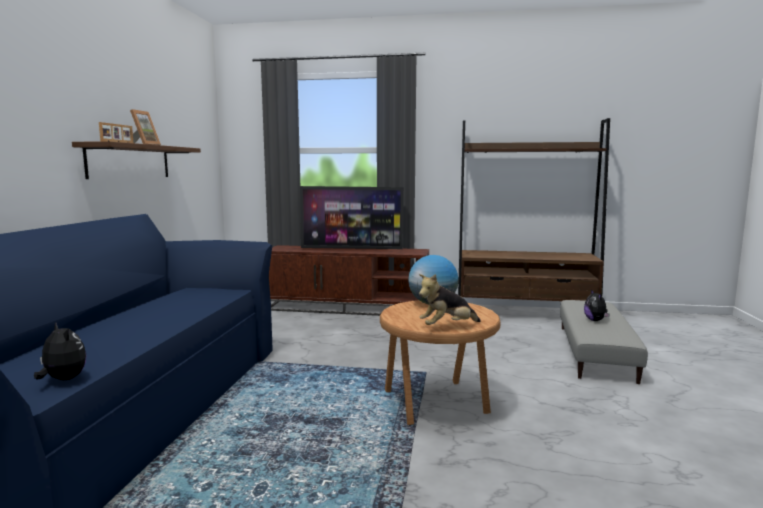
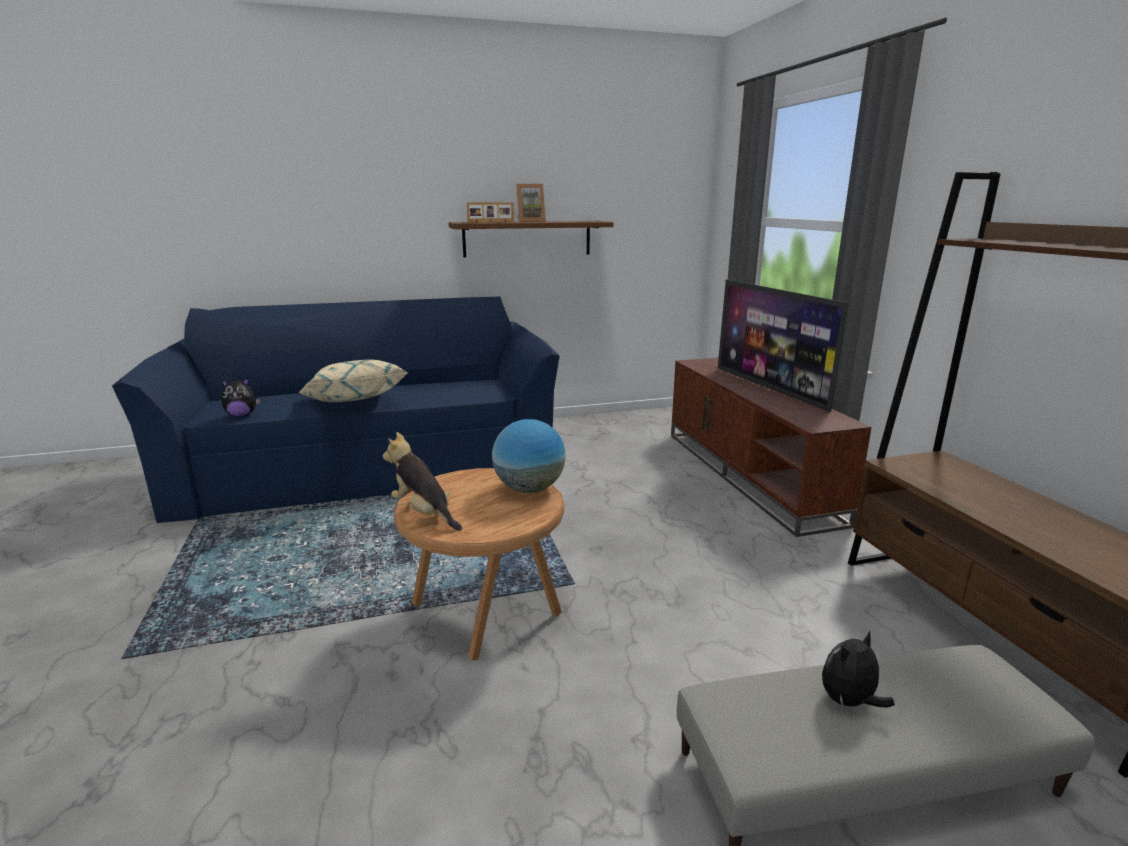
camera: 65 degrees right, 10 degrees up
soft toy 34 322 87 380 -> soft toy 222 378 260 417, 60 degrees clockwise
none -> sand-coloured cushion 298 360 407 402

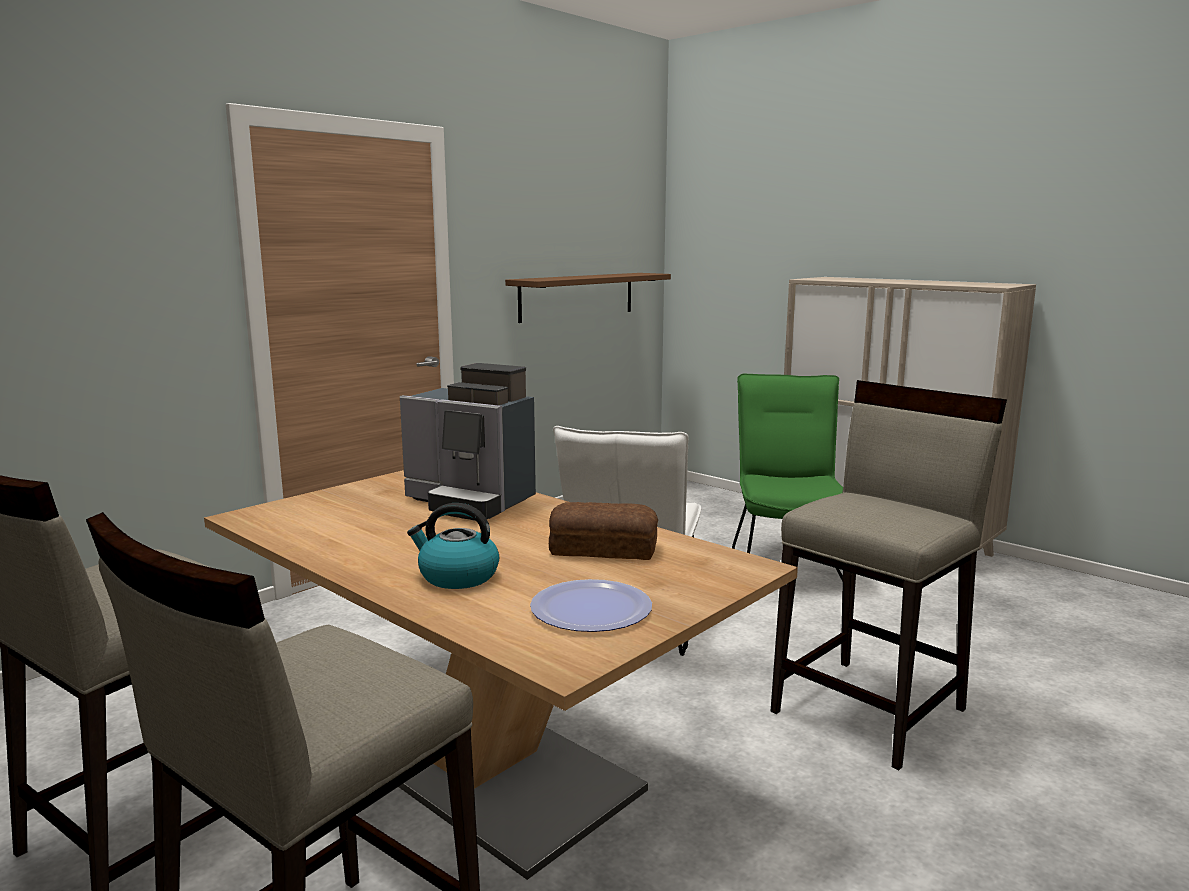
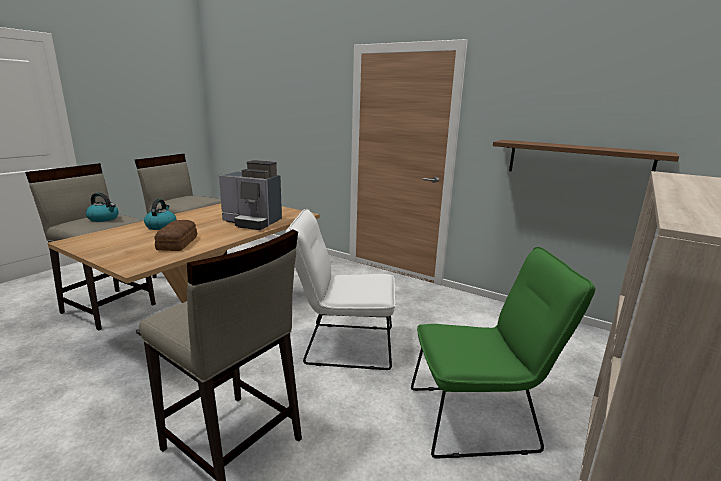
camera: 80 degrees right, 5 degrees up
coffee maker 400 363 536 521 -> coffee maker 219 160 282 230, 90 degrees counterclockwise
dinner plate 530 579 652 632 -> none
none -> water kettle 86 193 119 222

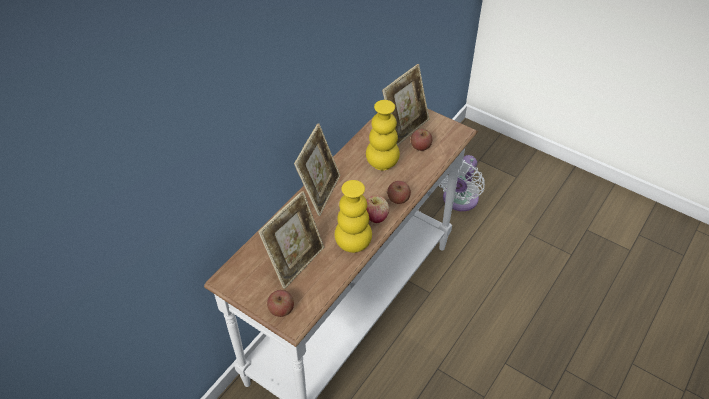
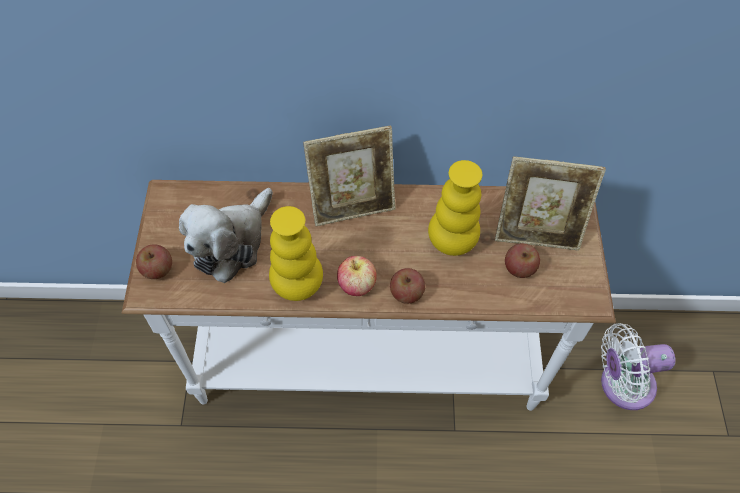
camera: 55 degrees right, 10 degrees up
standing frame 258 191 324 289 -> soft toy 179 188 273 283

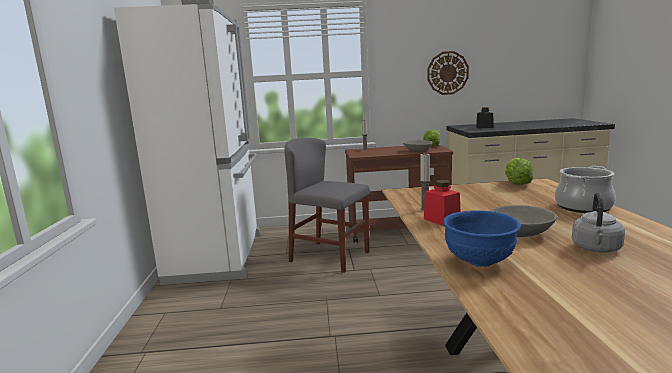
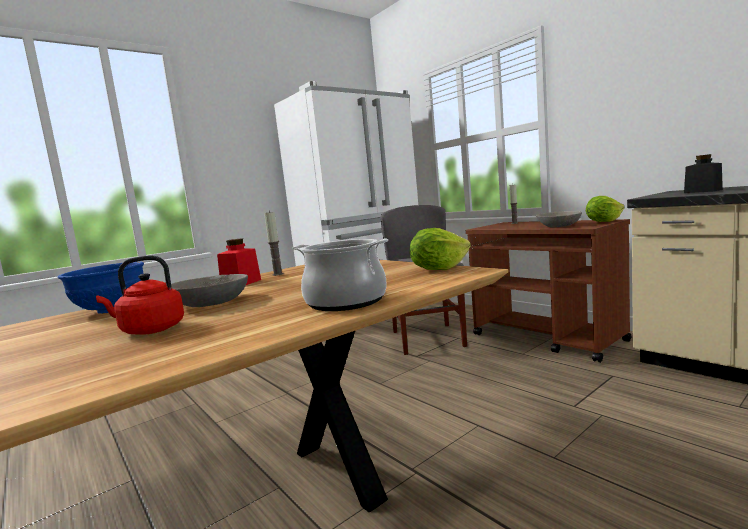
camera: 55 degrees right, 5 degrees down
hanging clock 427 51 469 95 -> none
gray water kettle 572 193 625 253 -> red water kettle 96 255 184 335

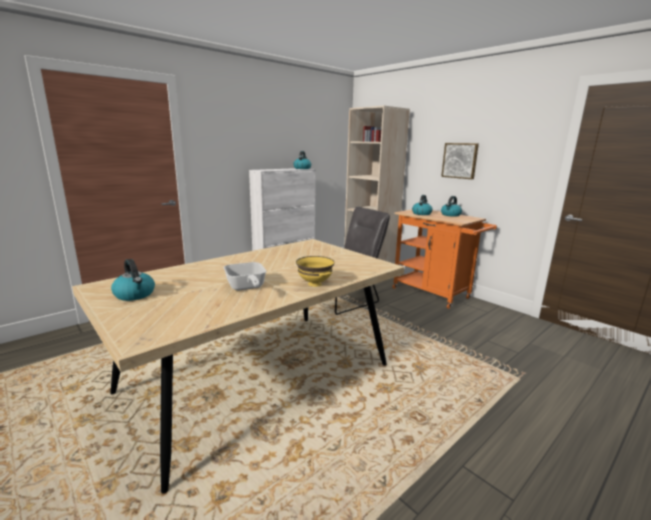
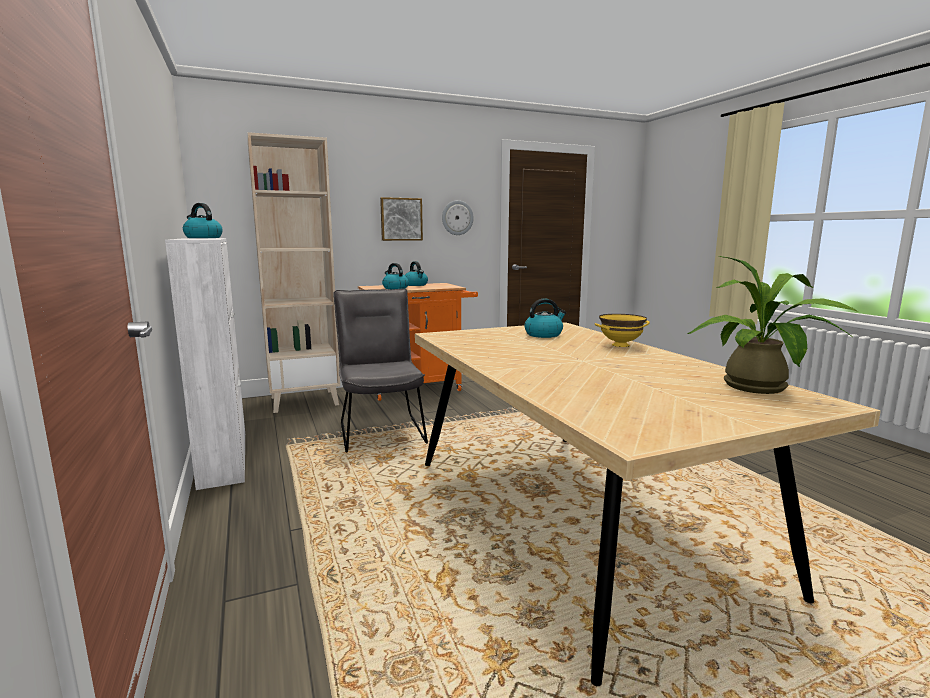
camera: 70 degrees left, 5 degrees down
water kettle 111 259 155 301 -> water kettle 524 299 566 338, shifted
skillet 223 262 266 291 -> none
none -> hanging clock 442 200 474 235
none -> houseplant 688 256 858 394

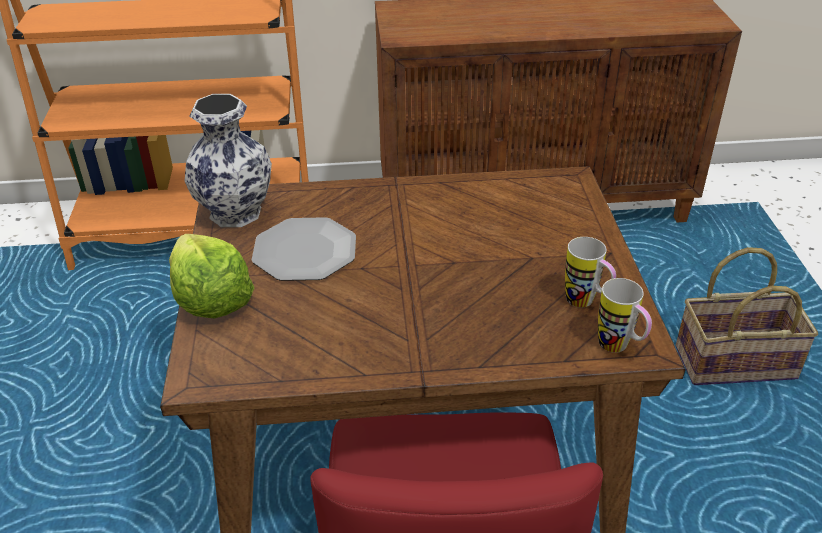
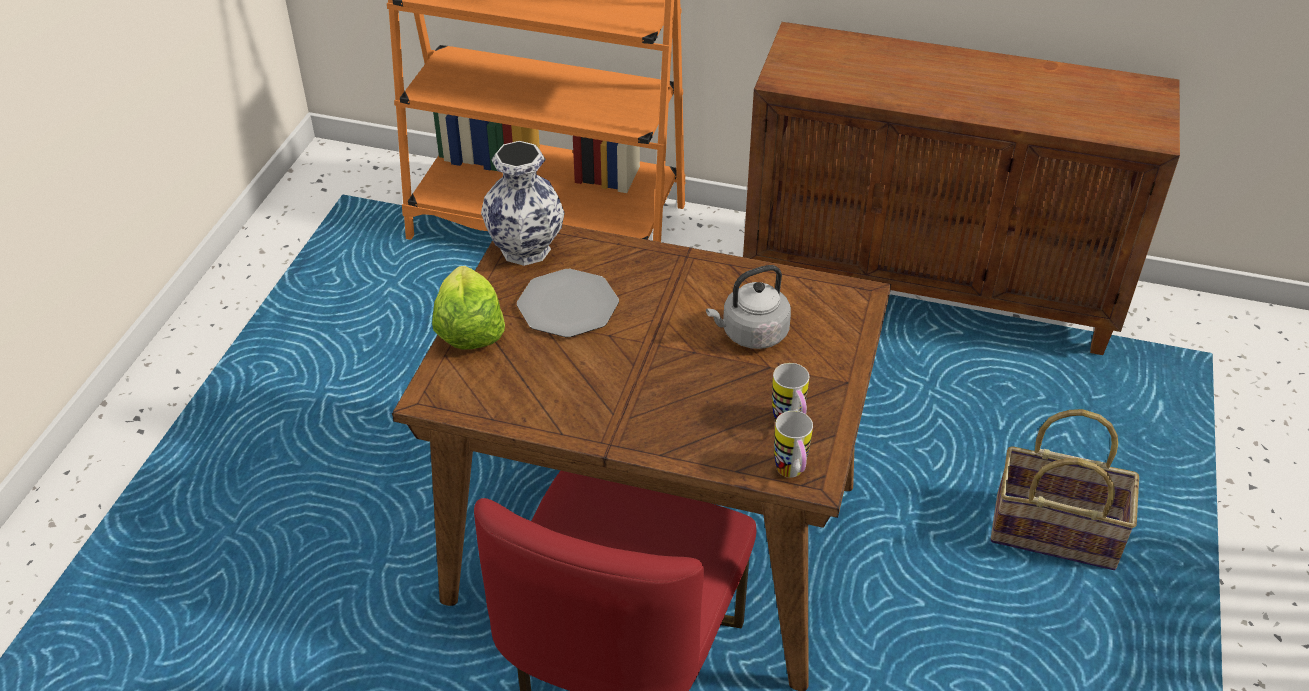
camera: 20 degrees right, 5 degrees up
none -> gray water kettle 706 265 791 349

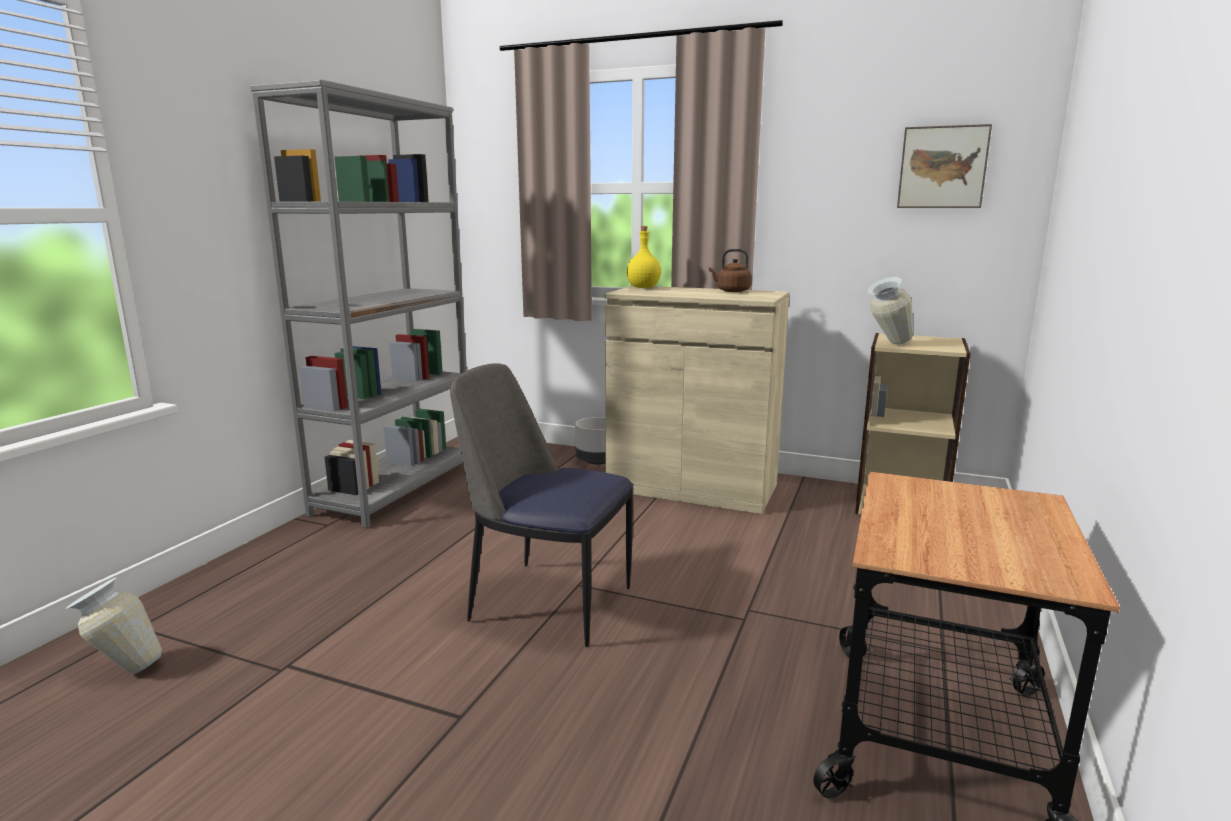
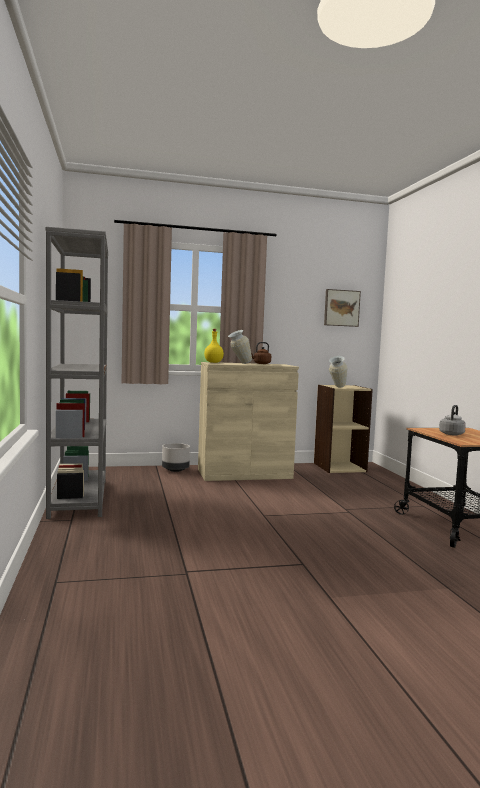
camera: 35 degrees left, 10 degrees down
vase 66 578 162 674 -> vase 228 330 252 364, shifted
plain chair 450 363 633 647 -> none
none -> gray water kettle 439 405 466 436

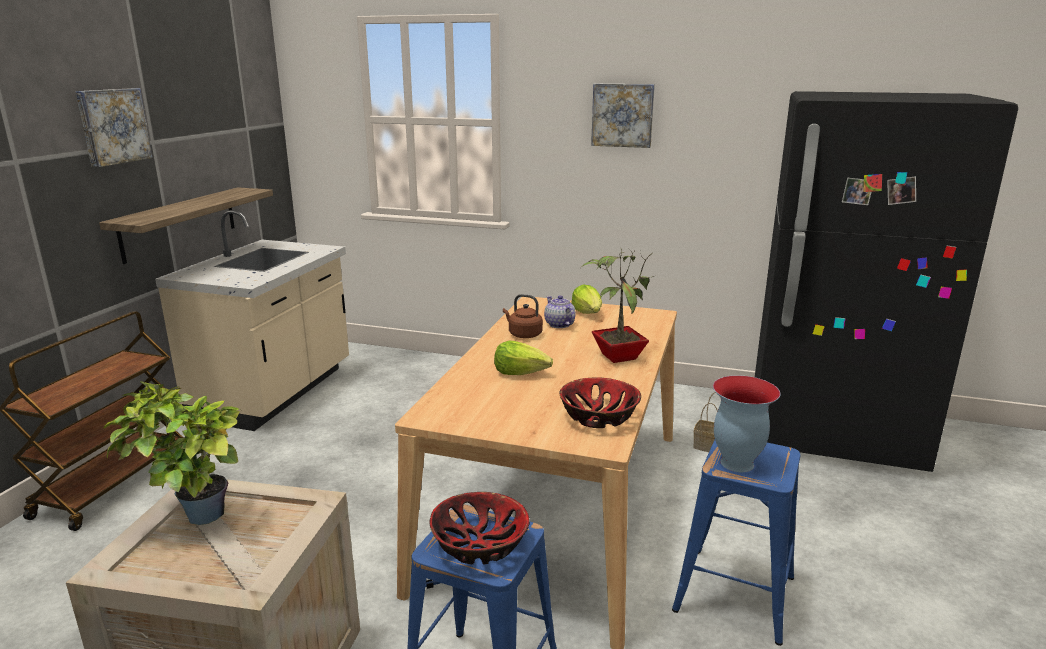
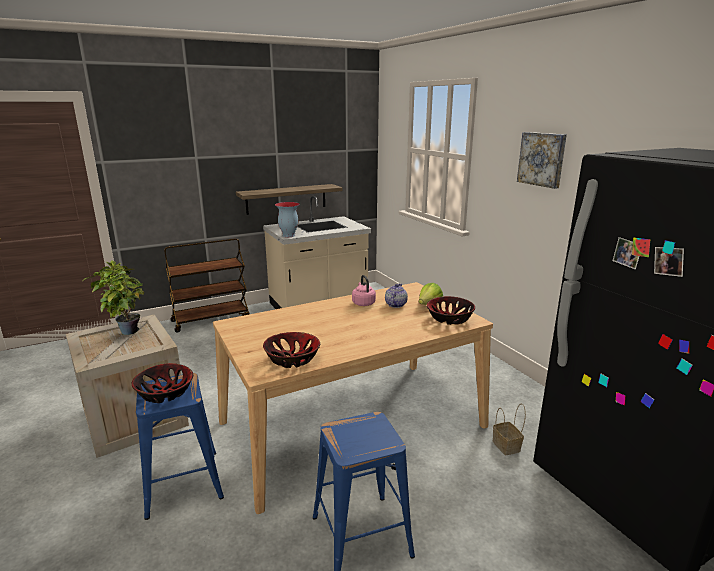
camera: 45 degrees right, 0 degrees up
wall art 76 88 153 167 -> none
lettuce head 494 340 553 375 -> none
brownish water kettle 503 294 543 338 -> pinkish water kettle 352 275 376 306
houseplant 581 247 656 363 -> none
vase 713 375 780 472 -> vase 275 202 300 237, shifted
none -> serving bowl 427 296 475 325

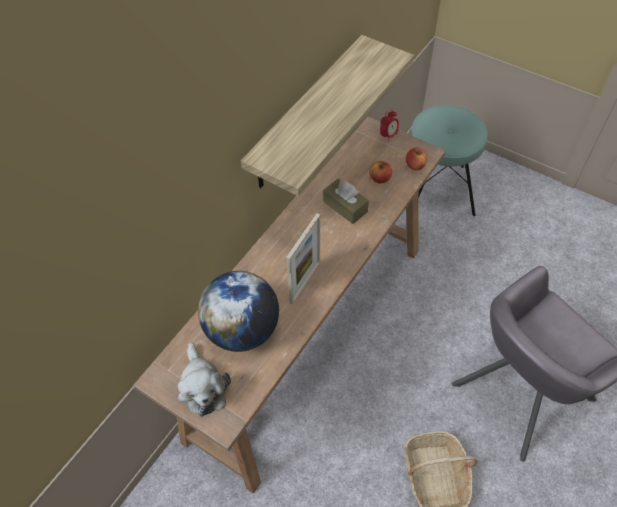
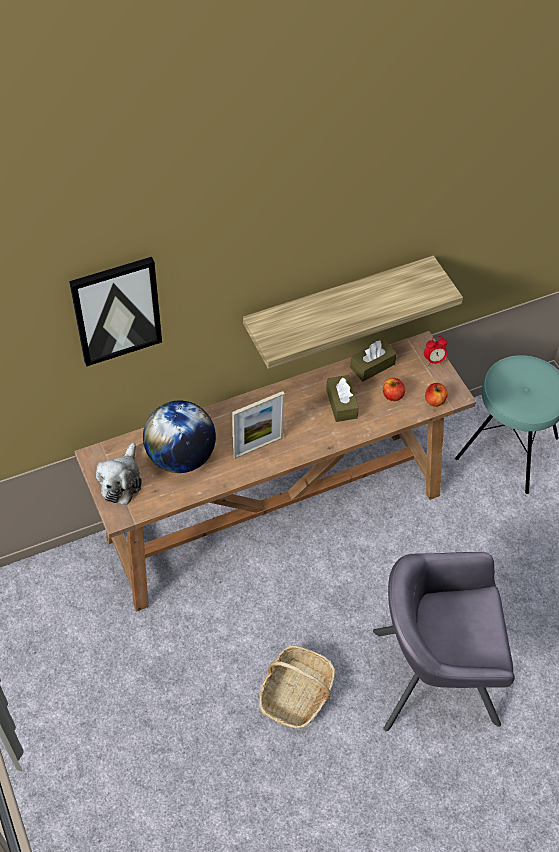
camera: 30 degrees right, 0 degrees up
none -> wall art 69 257 162 367
none -> brownish box of tissues 350 340 397 382

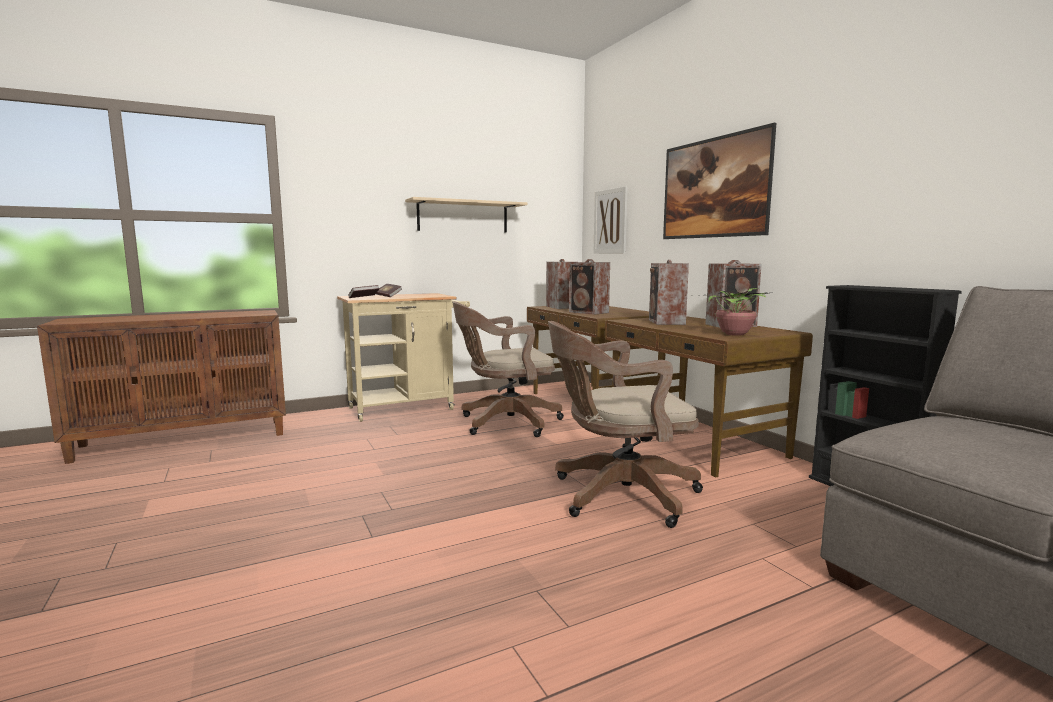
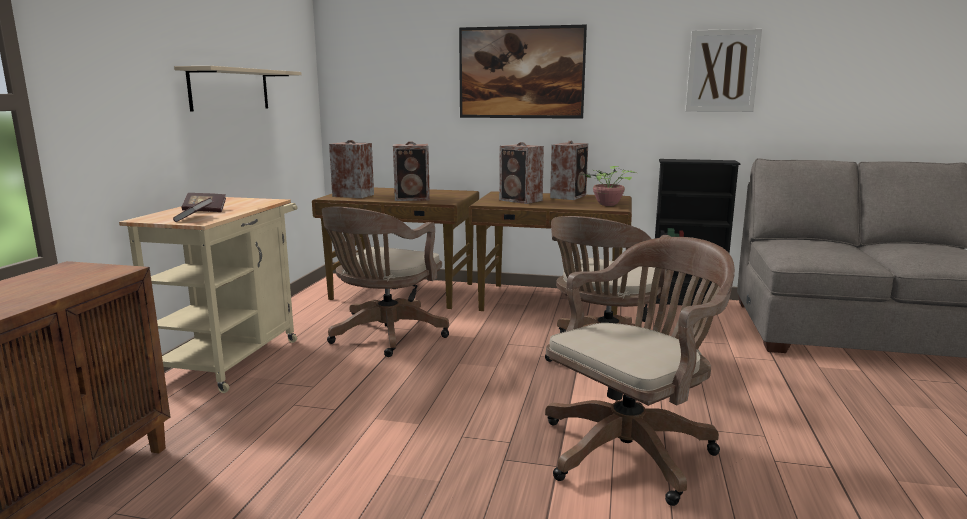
camera: 50 degrees left, 5 degrees up
wall art 594 186 628 254 -> wall art 685 29 762 112, shifted
none -> brownish desk chair 545 237 735 506

